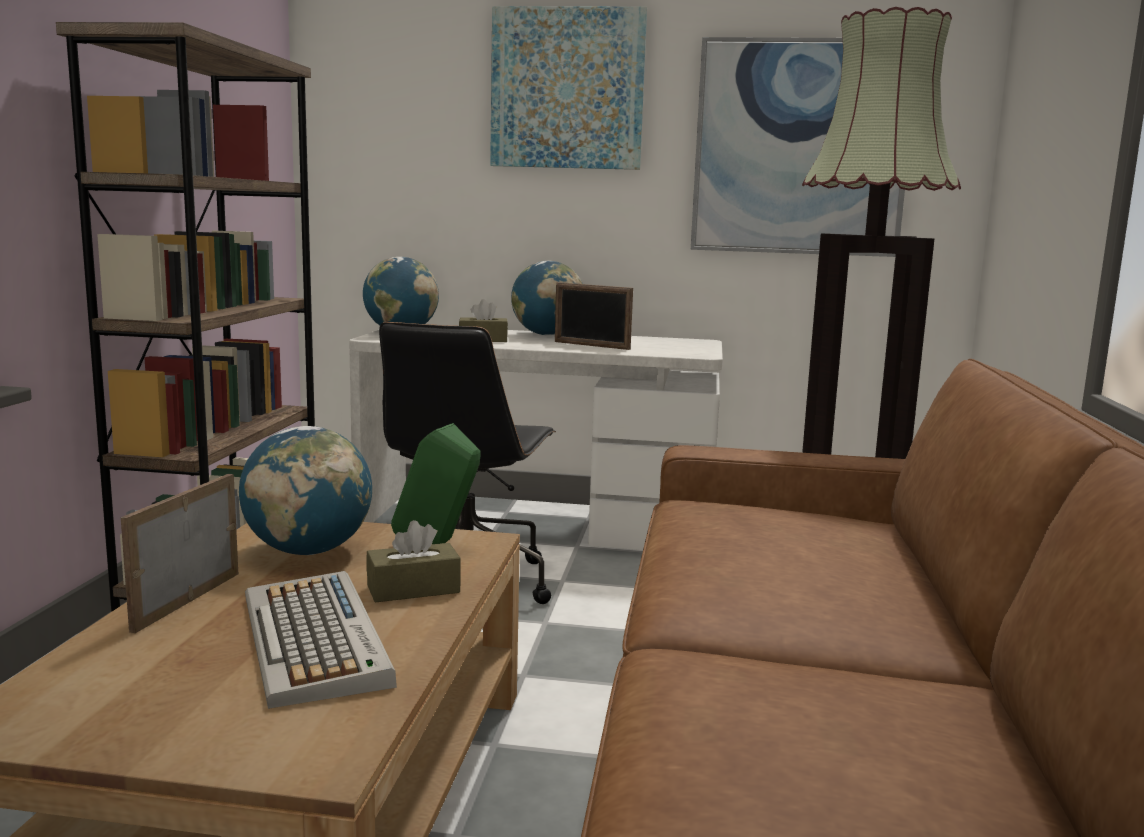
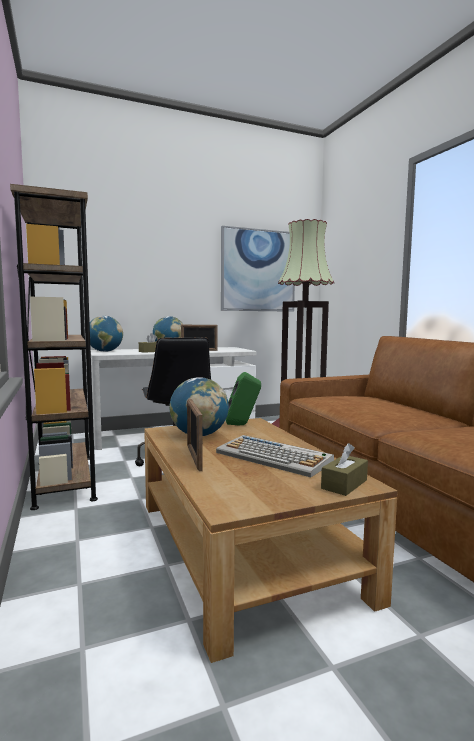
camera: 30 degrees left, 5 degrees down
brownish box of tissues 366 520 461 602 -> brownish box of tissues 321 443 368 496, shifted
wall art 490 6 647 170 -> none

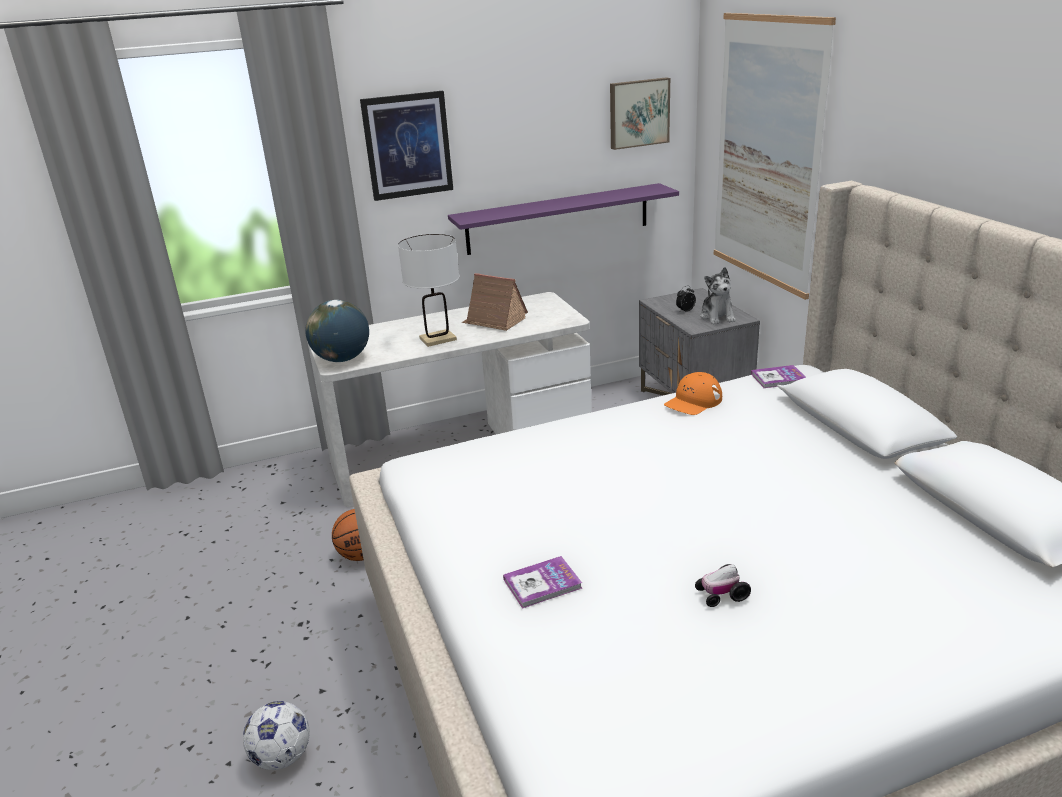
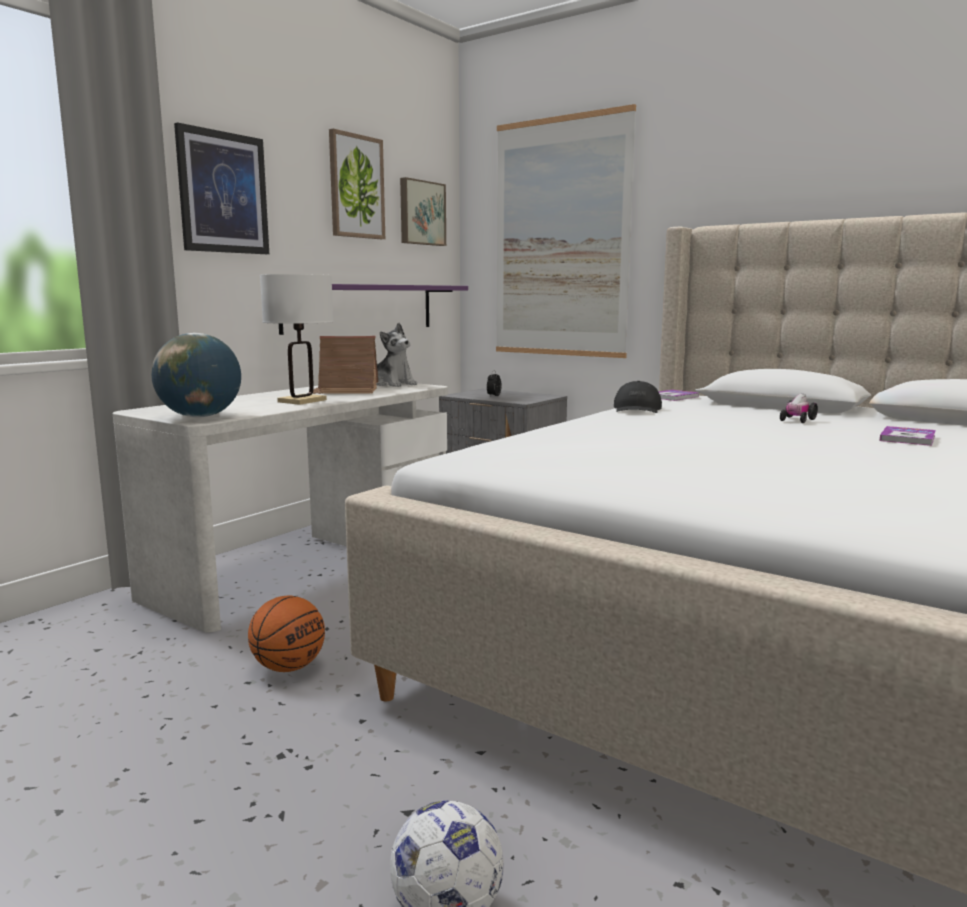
camera: 35 degrees left, 15 degrees down
volume 503 556 582 609 -> volume 879 426 936 446, shifted
orange-coloured baseball cap 664 372 722 415 -> black-coloured baseball cap 614 381 662 413
toy car 695 564 751 607 -> toy car 780 394 818 423, shifted
soft toy 700 267 736 325 -> soft toy 376 323 417 387, shifted
none -> wall art 329 129 385 239

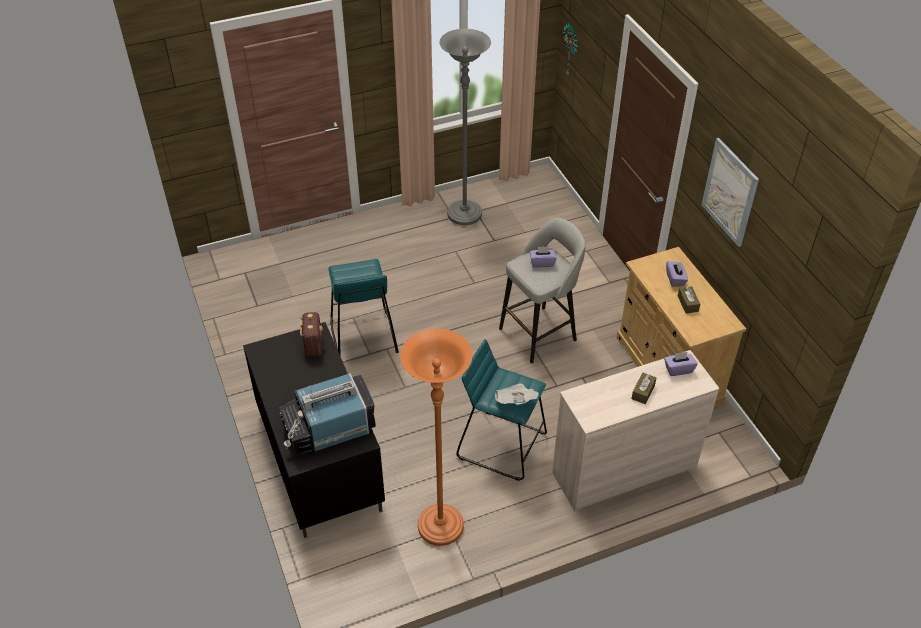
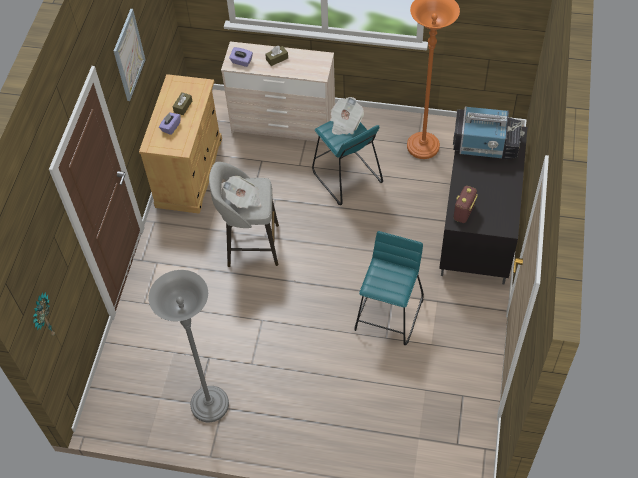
camera: 145 degrees left, 10 degrees up
purple box of tissues 530 247 557 268 -> daily paper 222 176 261 209

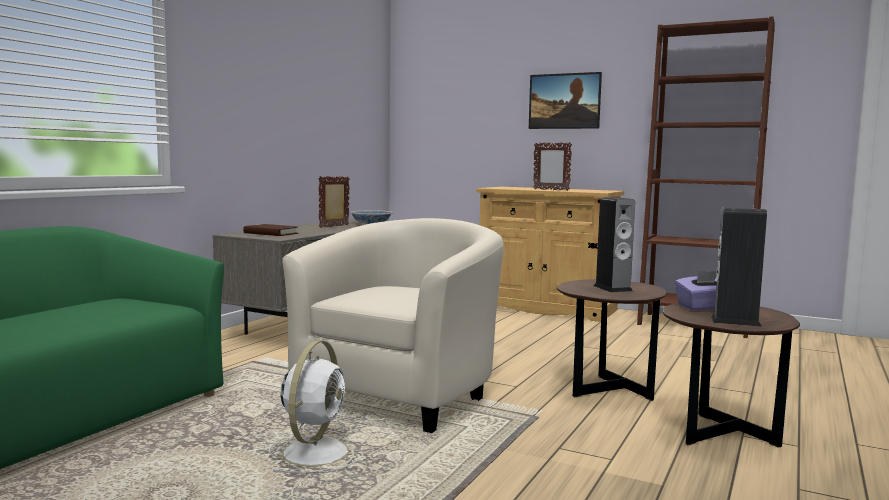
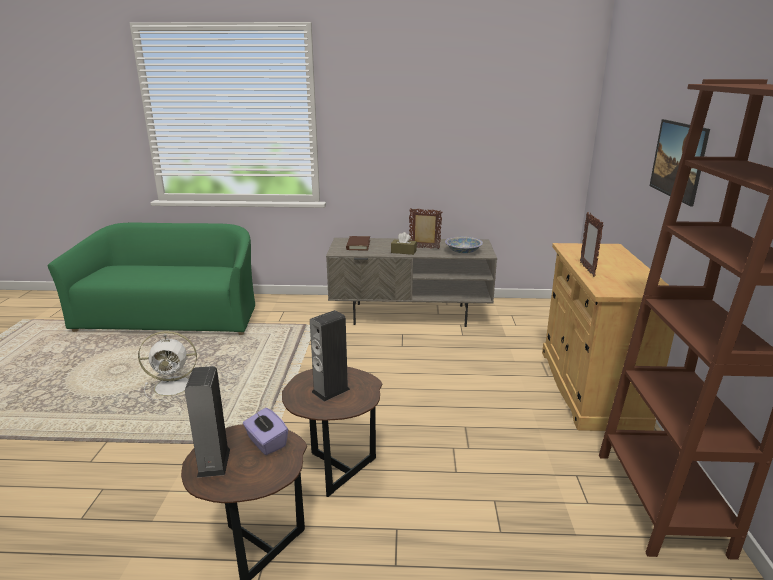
camera: 65 degrees right, 15 degrees up
sand-coloured easy chair 282 218 504 433 -> none
none -> brownish box of tissues 391 232 417 255

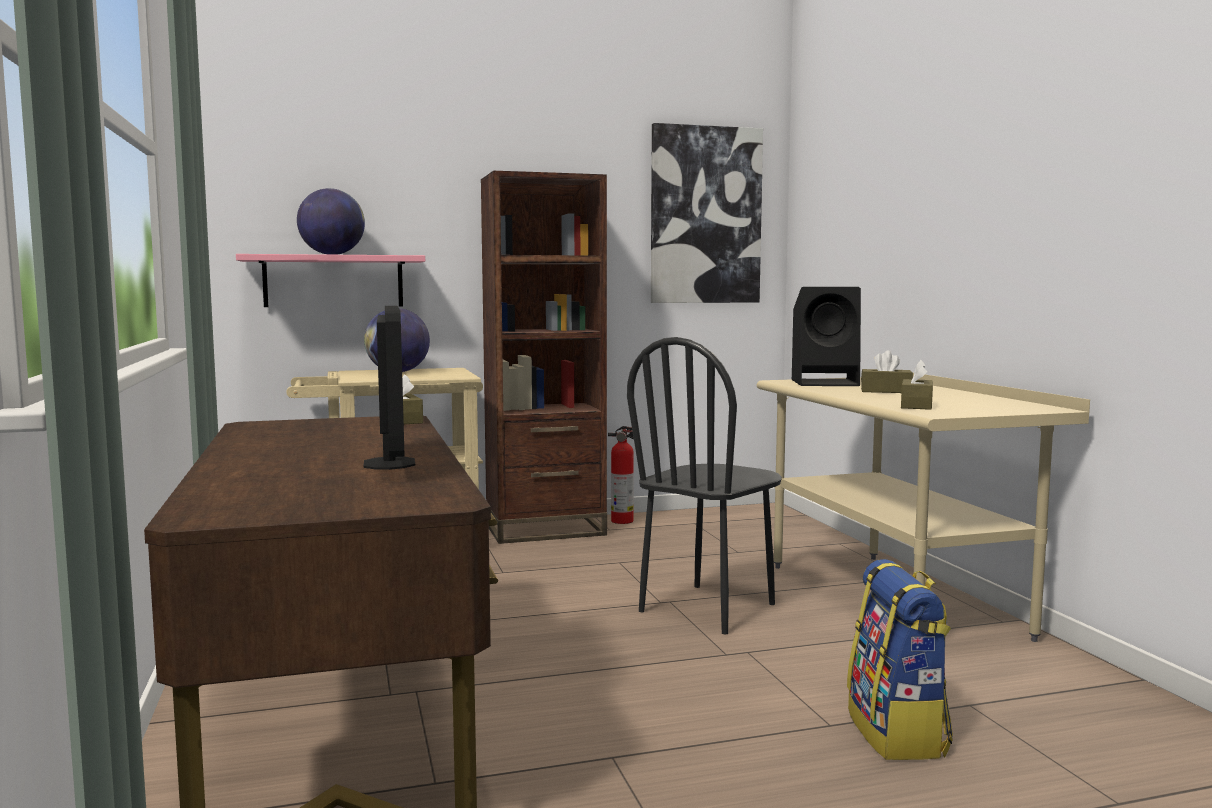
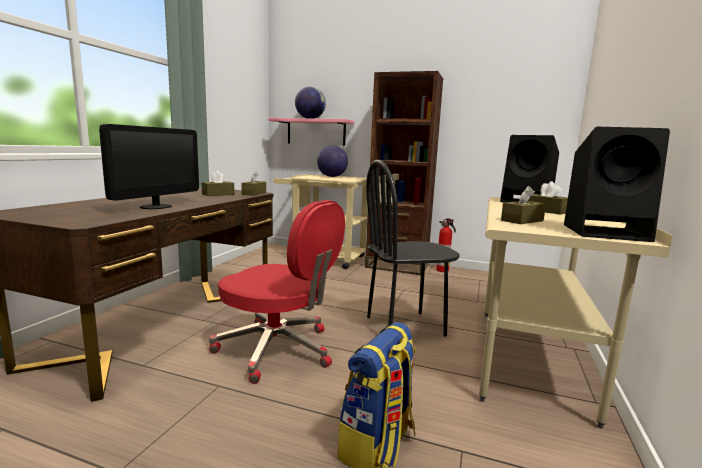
camera: 35 degrees right, 5 degrees up
wall art 651 123 763 303 -> none
none -> brownish box of tissues 202 171 235 196
none -> red desk chair 209 200 345 384
none -> black-coloured speaker 564 127 670 242

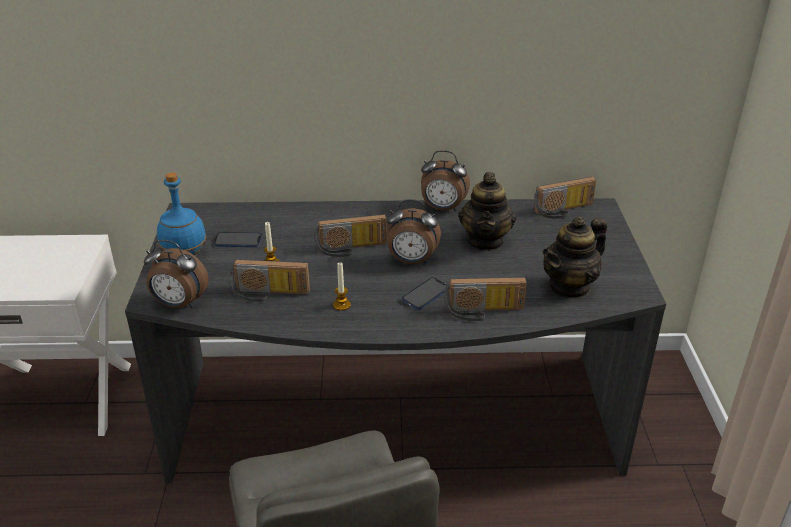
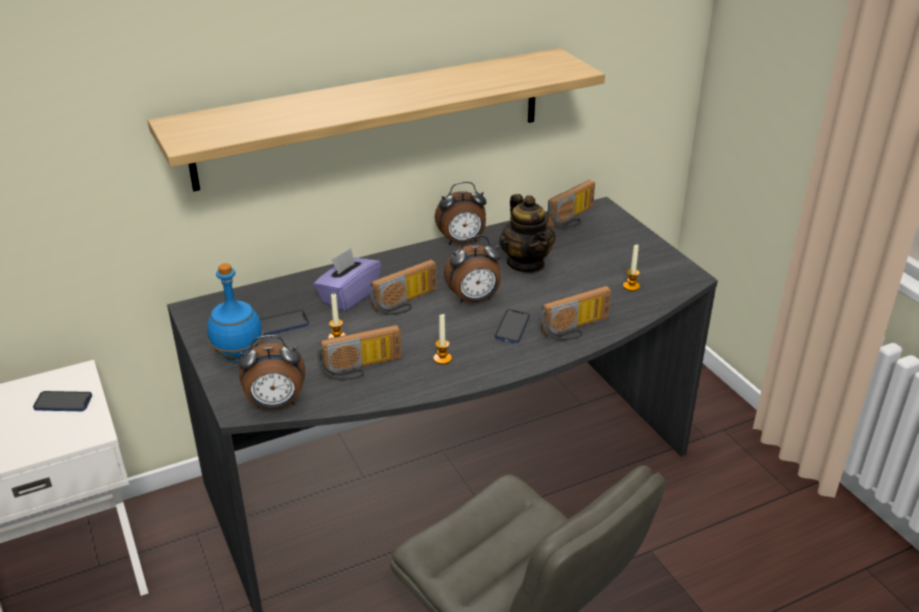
camera: 25 degrees left, 0 degrees up
tea pot 542 216 607 300 -> wax light 623 244 640 291
none -> handset 33 391 92 411
none -> bracket shelf 147 48 605 191
none -> purple box of tissues 313 248 382 312

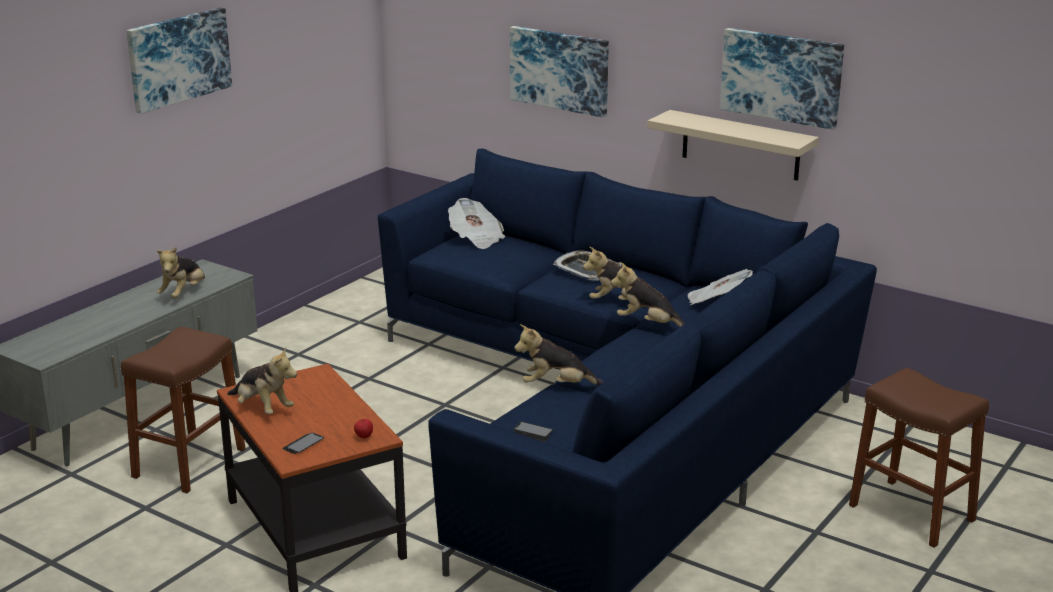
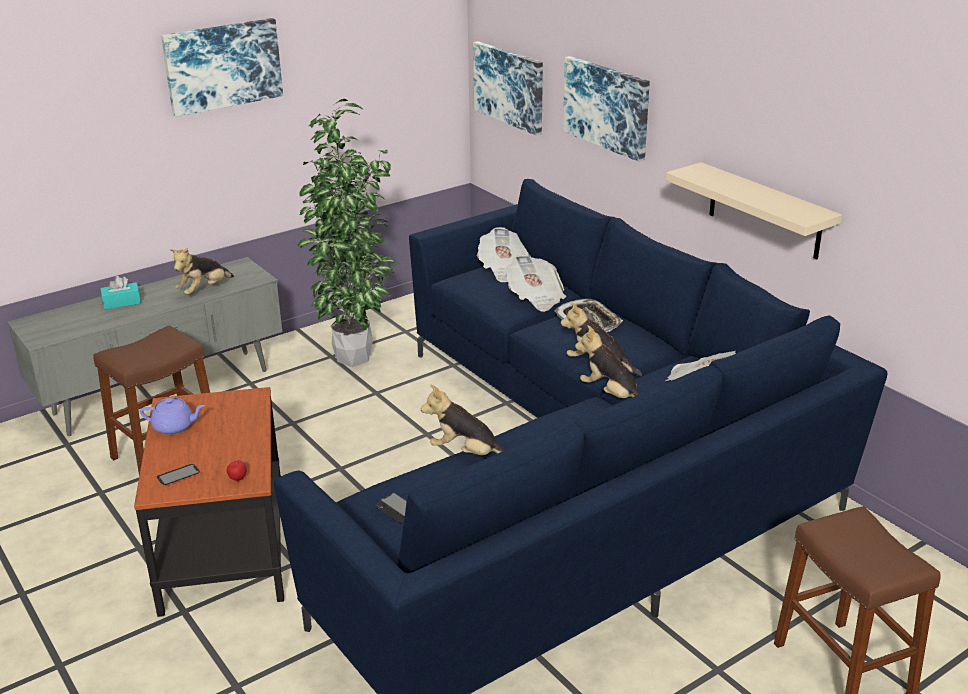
camera: 20 degrees right, 5 degrees up
soft toy 227 347 297 414 -> purple tea pot 140 398 205 435
wall art 720 28 844 130 -> wall art 473 41 543 136, shifted
none -> blue-green box of tissues 100 276 141 309
none -> houseplant 297 99 400 367
none -> daily paper 505 255 566 312

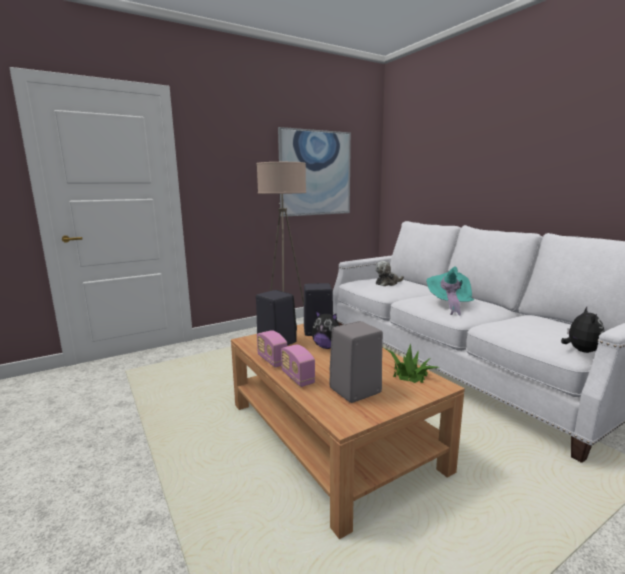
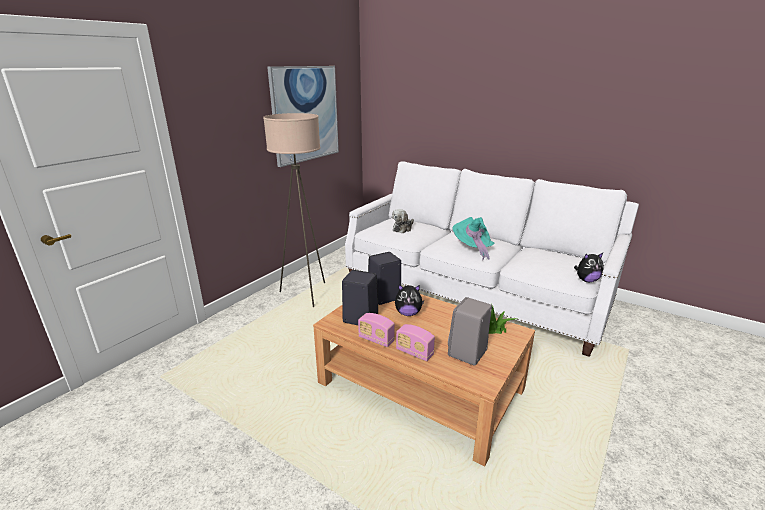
camera: 25 degrees left, 10 degrees up
soft toy 561 307 604 353 -> soft toy 574 253 604 282, 90 degrees clockwise

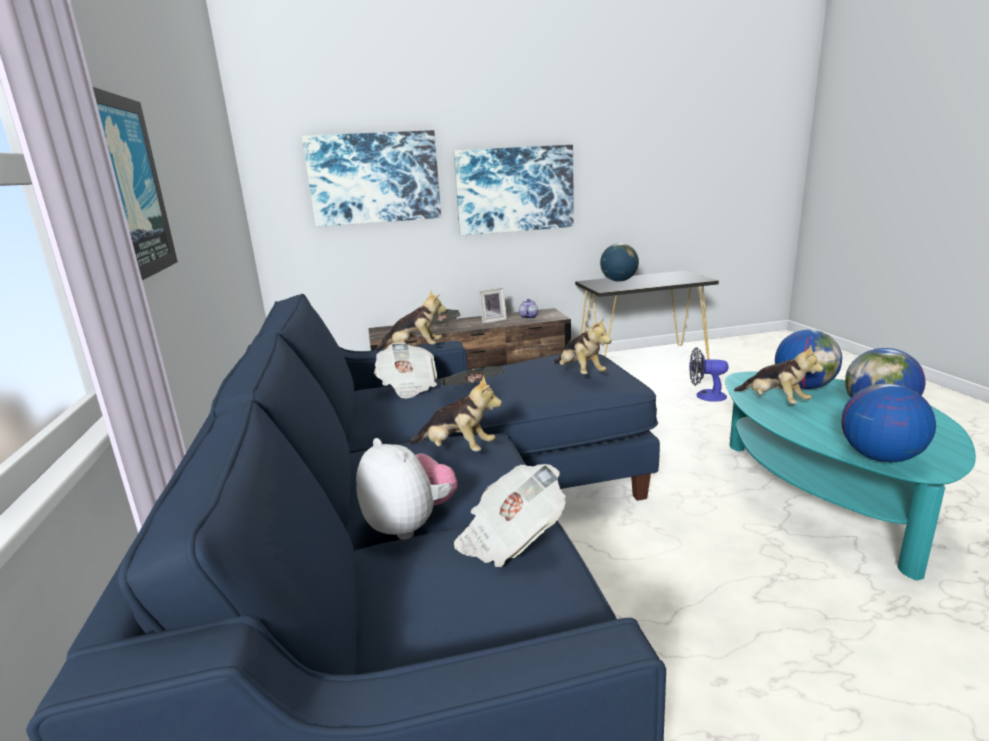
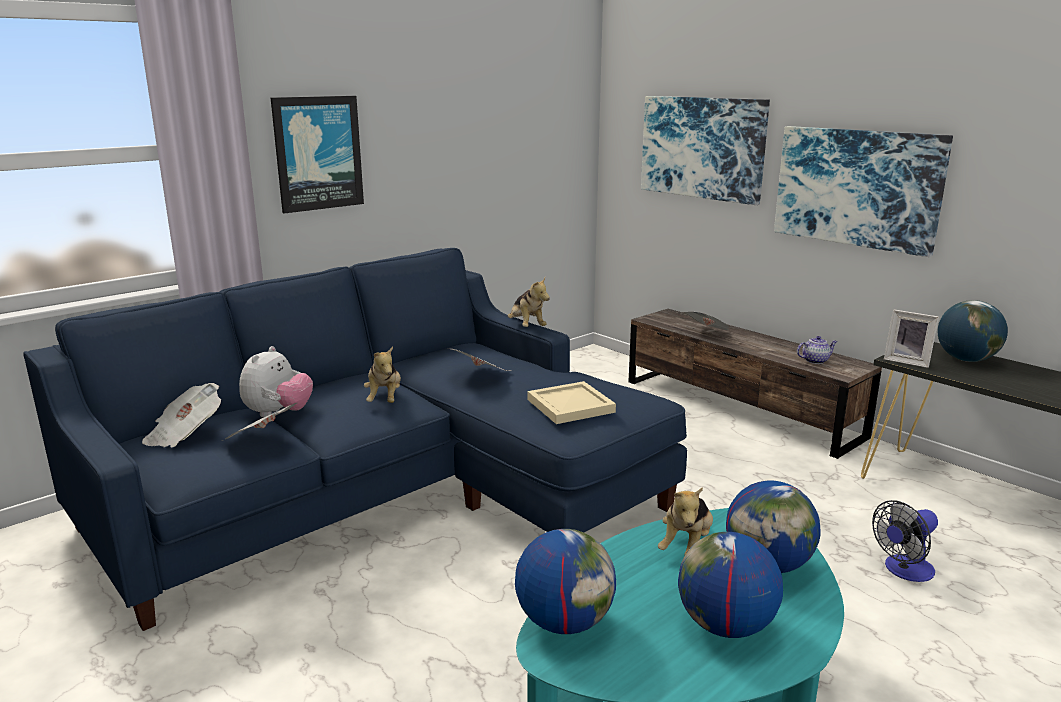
camera: 60 degrees right, 0 degrees up
daily paper 374 342 437 399 -> daily paper 142 383 221 448, shifted
standing frame 479 287 507 324 -> standing frame 884 309 939 368, shifted
soft toy 554 317 612 374 -> sand-coloured carrying tray 528 381 616 424
fan 689 347 728 402 -> fan 872 500 938 582, 105 degrees counterclockwise

